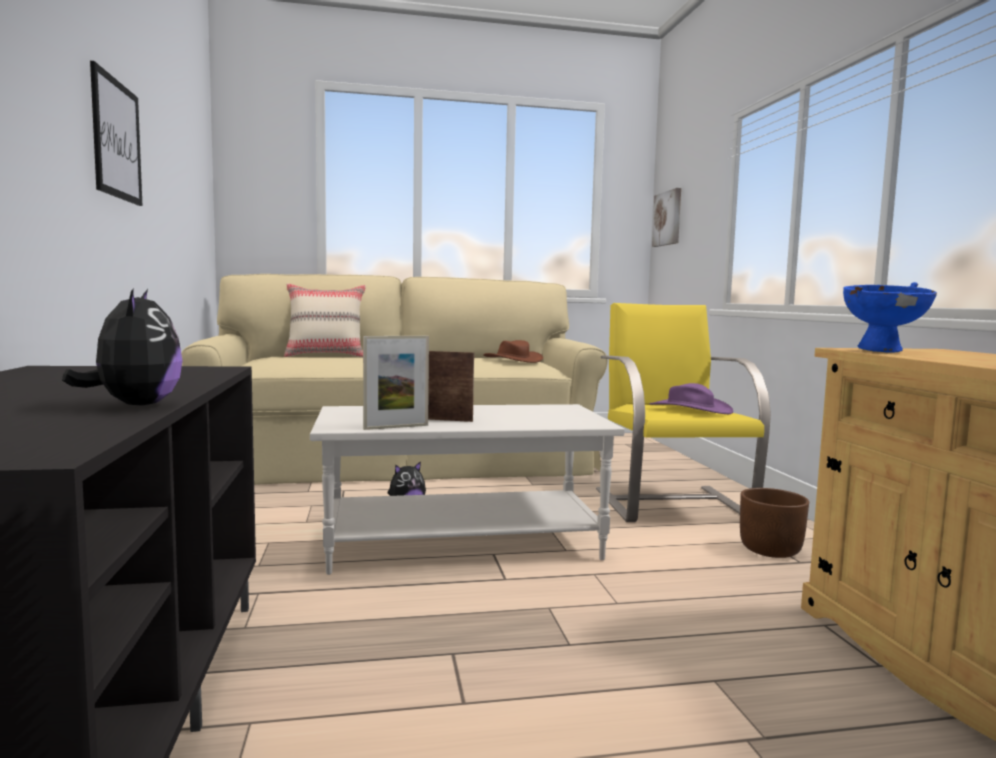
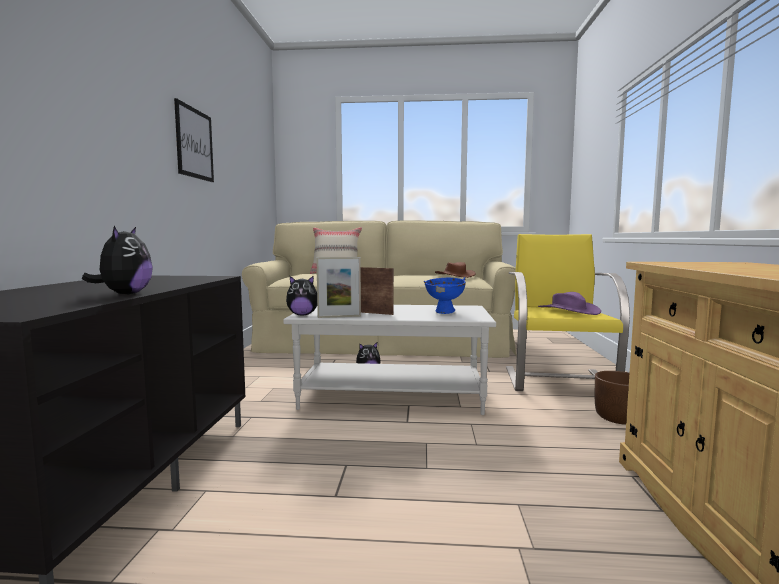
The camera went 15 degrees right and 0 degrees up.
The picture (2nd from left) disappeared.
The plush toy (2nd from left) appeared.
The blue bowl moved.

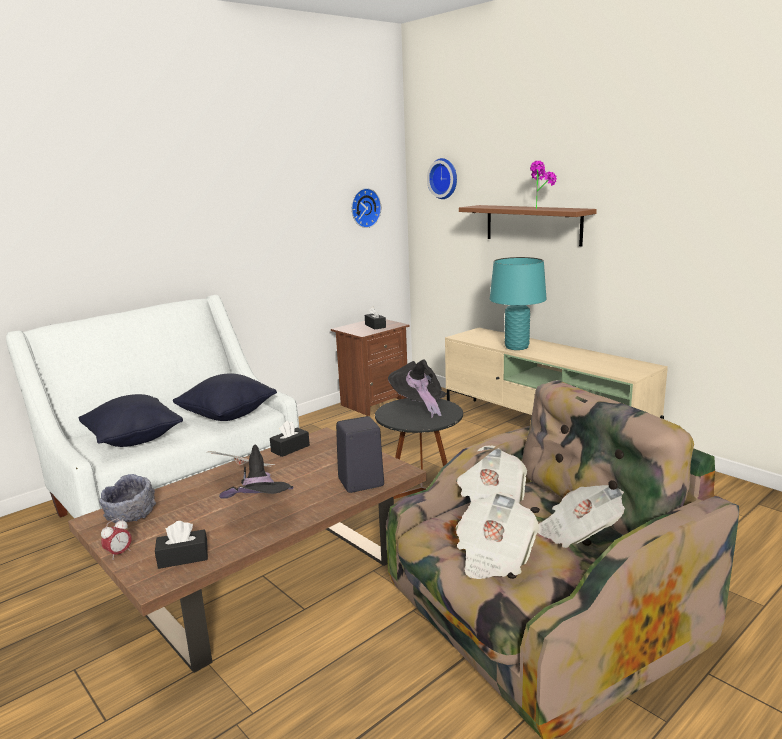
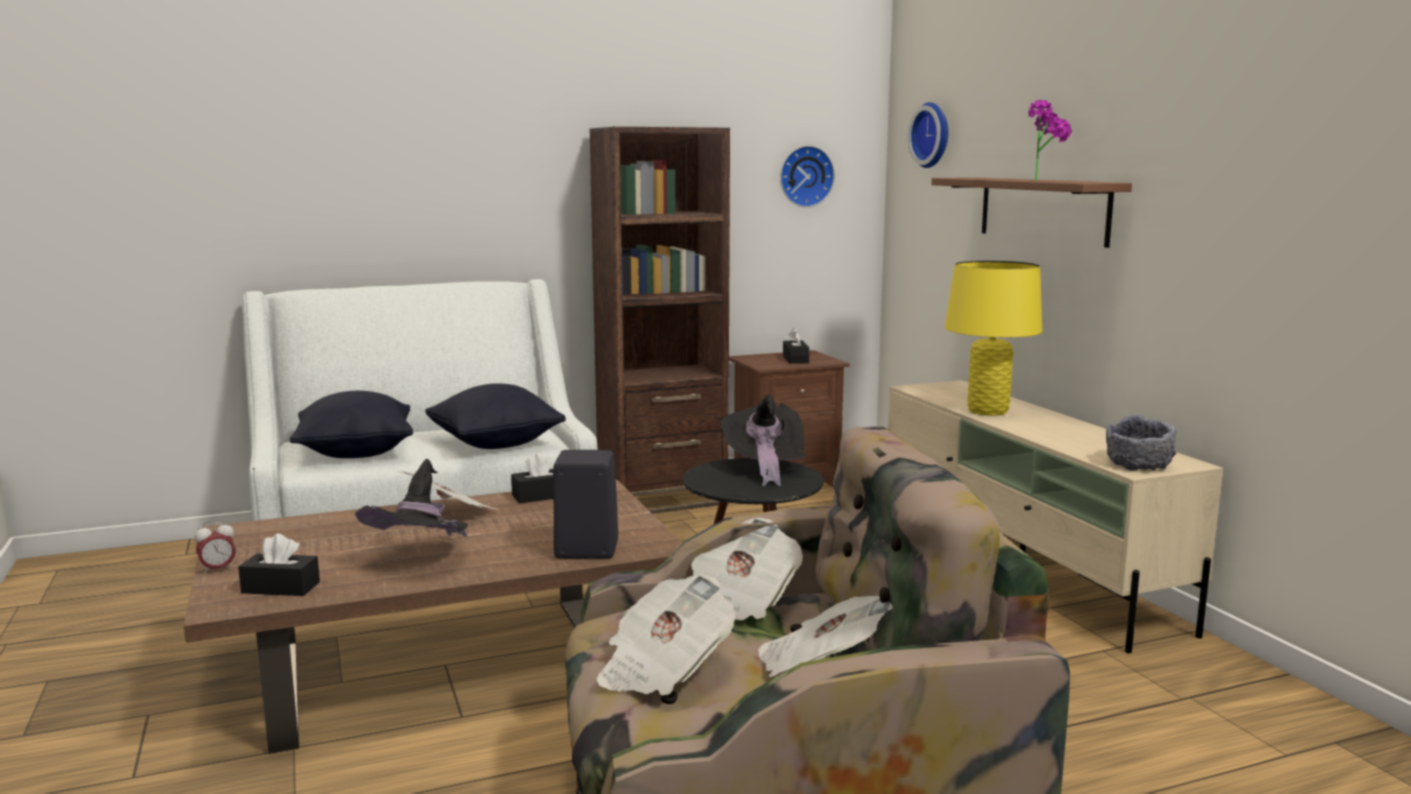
The camera went 20 degrees right and 5 degrees down.
The brown bookcase appeared.
The grey bowl moved.
The turquoise table lamp became the yellow table lamp.

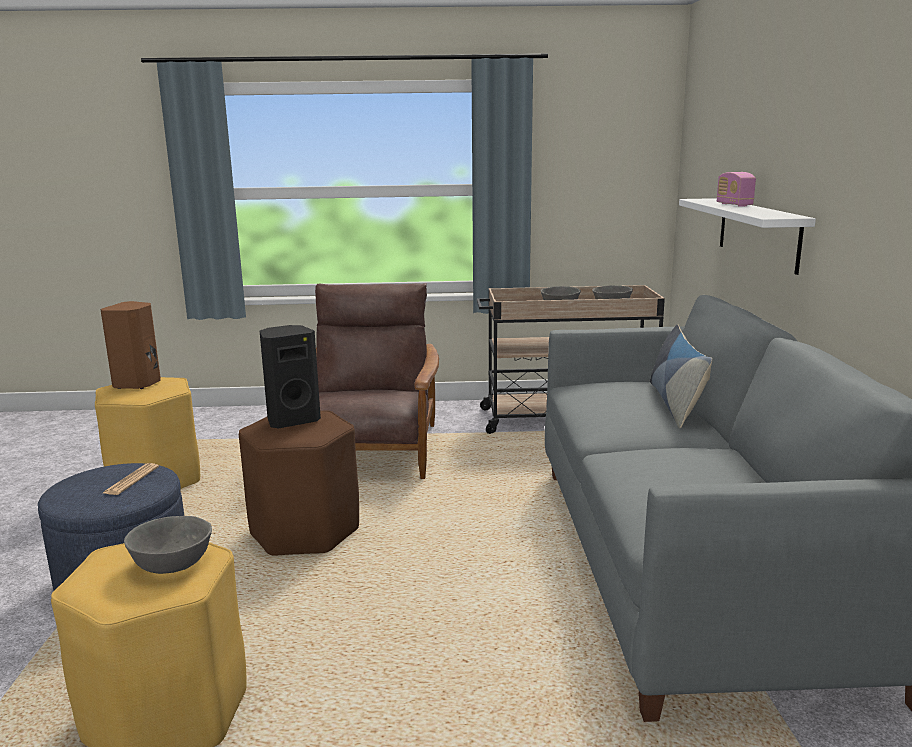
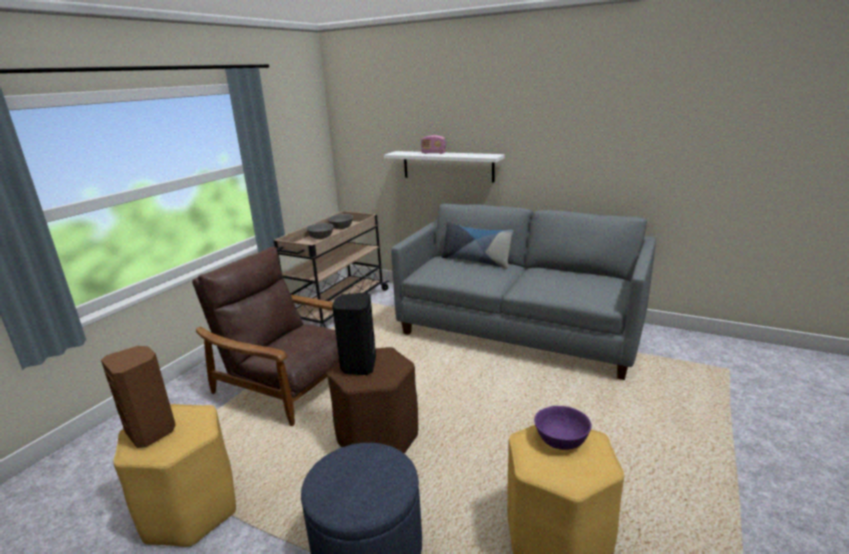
The camera went 60 degrees left and 5 degrees up.
The newspaper disappeared.
The grey bowl (1st from left) became the purple bowl.

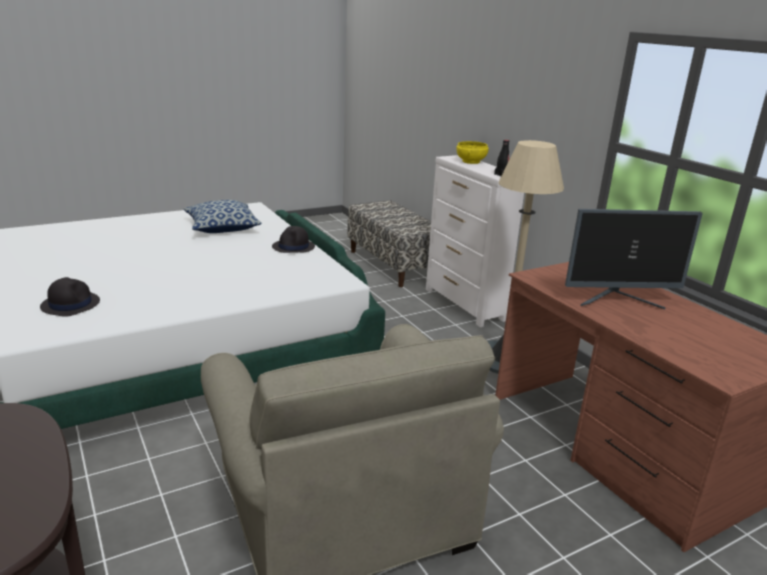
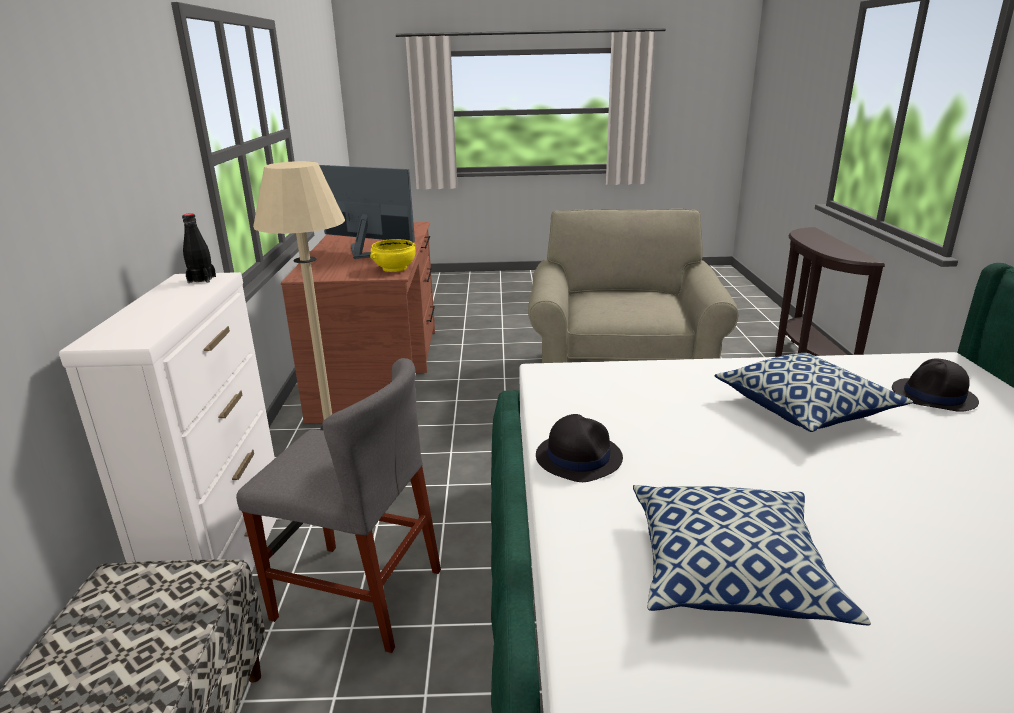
The camera went 150 degrees left and 0 degrees up.
The grey chair appeared.
The pillow (2nd from left) appeared.
The yellow bowl moved.

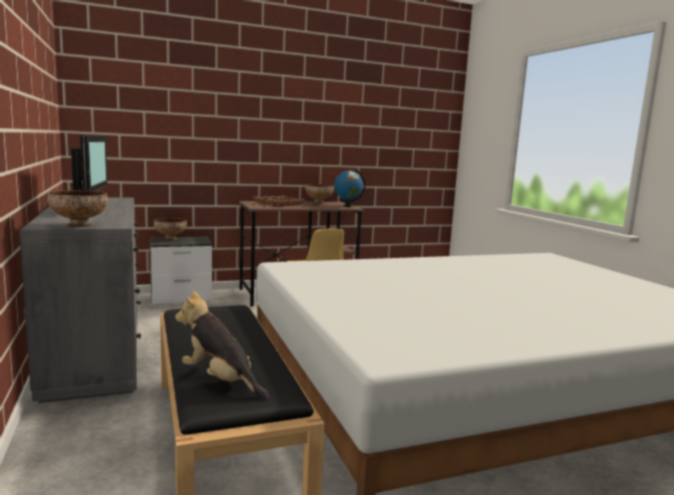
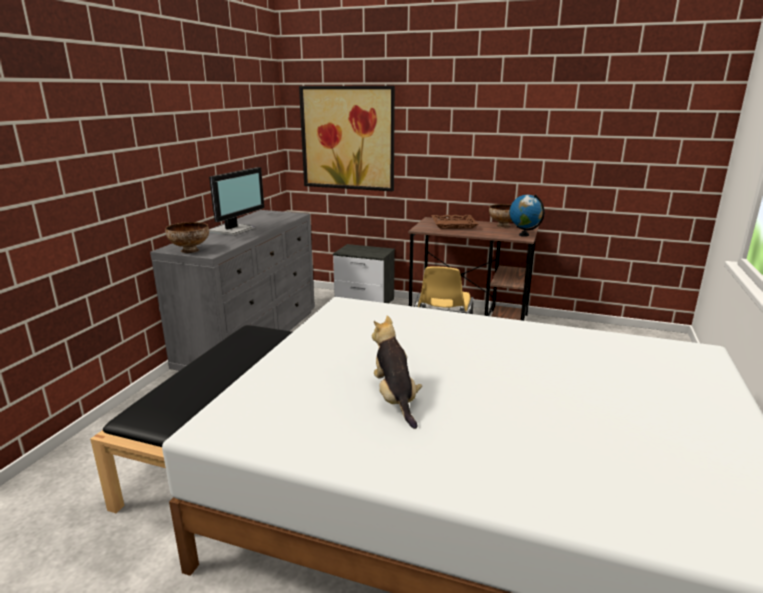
The camera went 40 degrees right and 10 degrees up.
The bowl (2nd from left) disappeared.
The picture appeared.
The plush toy moved.

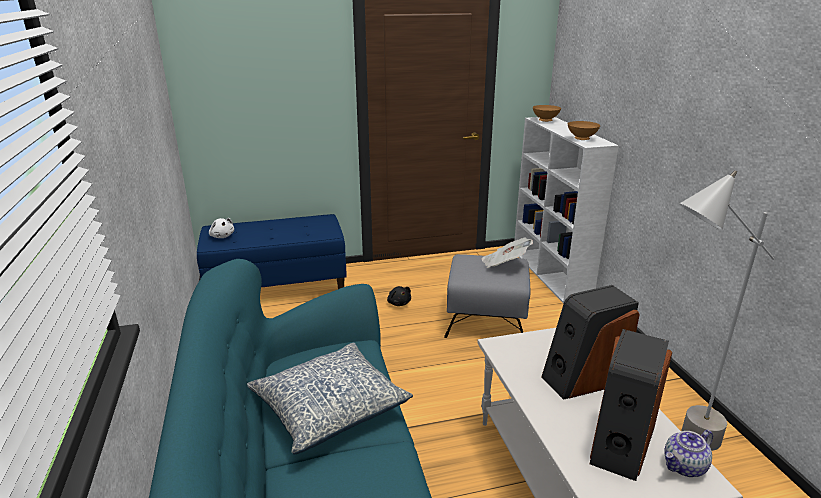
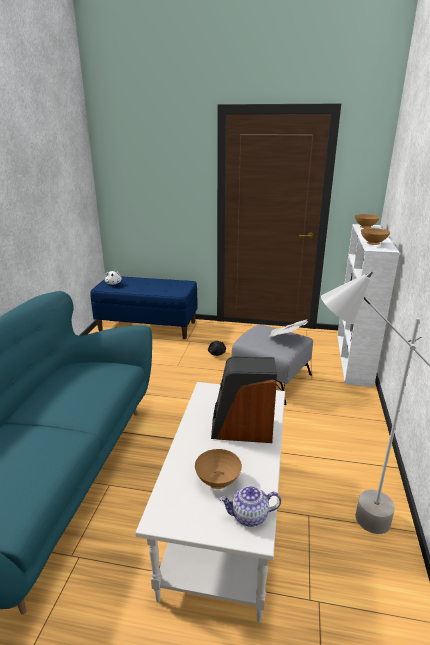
The camera went 25 degrees right and 0 degrees up.
The pillow disappeared.
The speaker (2nd from left) was replaced by the brown bowl (1st from left).

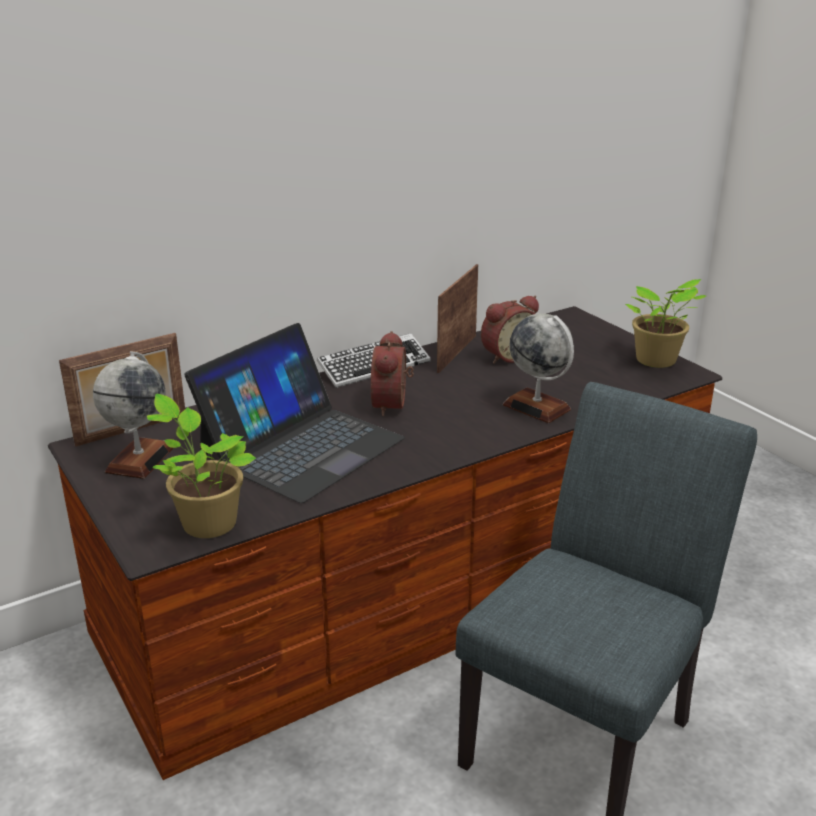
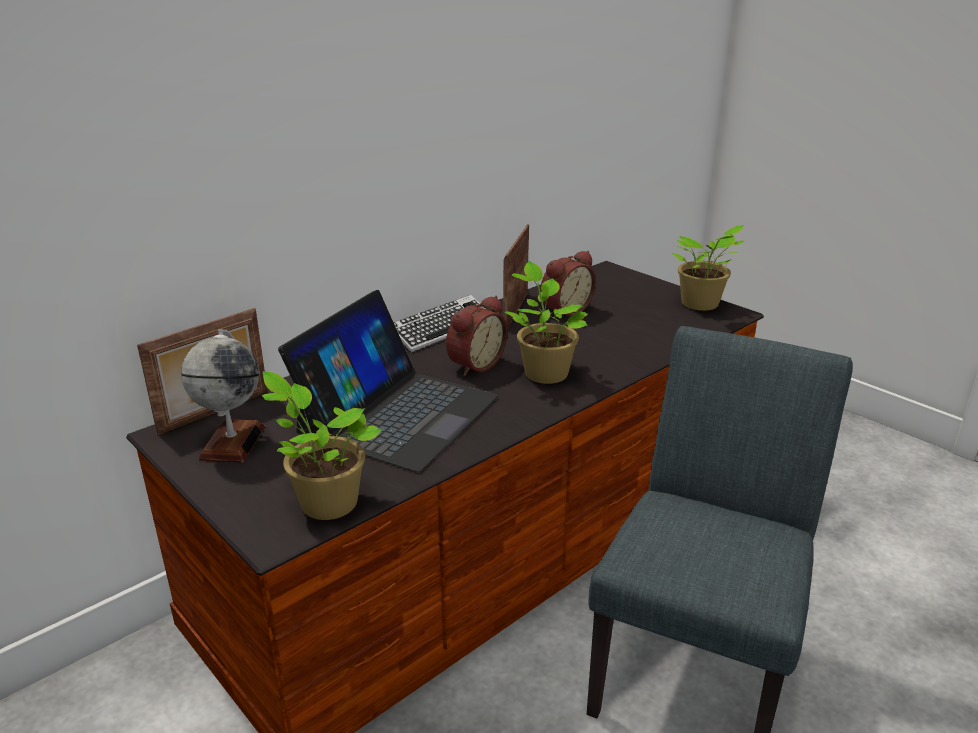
The camera went 10 degrees left and 0 degrees up.
The globe (2nd from left) disappeared.
The potted plant (2nd from left) appeared.
The alarm clock (1st from left) turned 135 degrees counterclockwise.

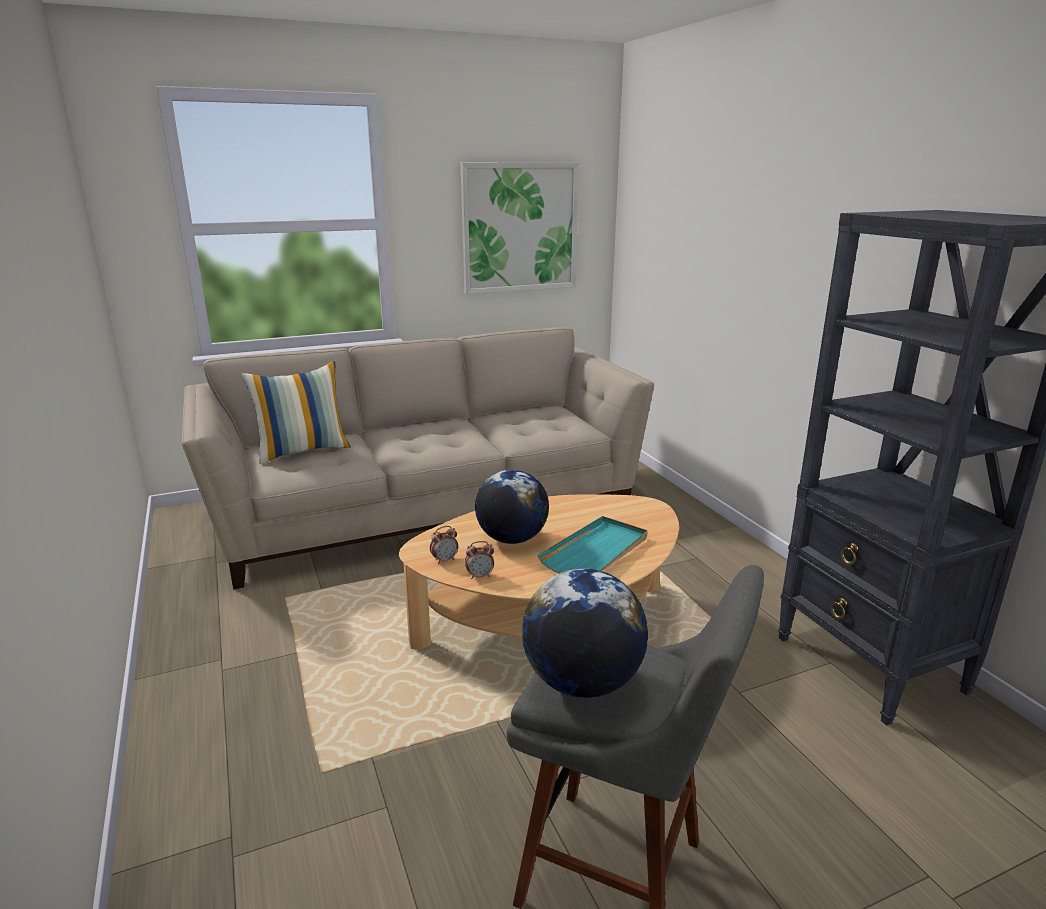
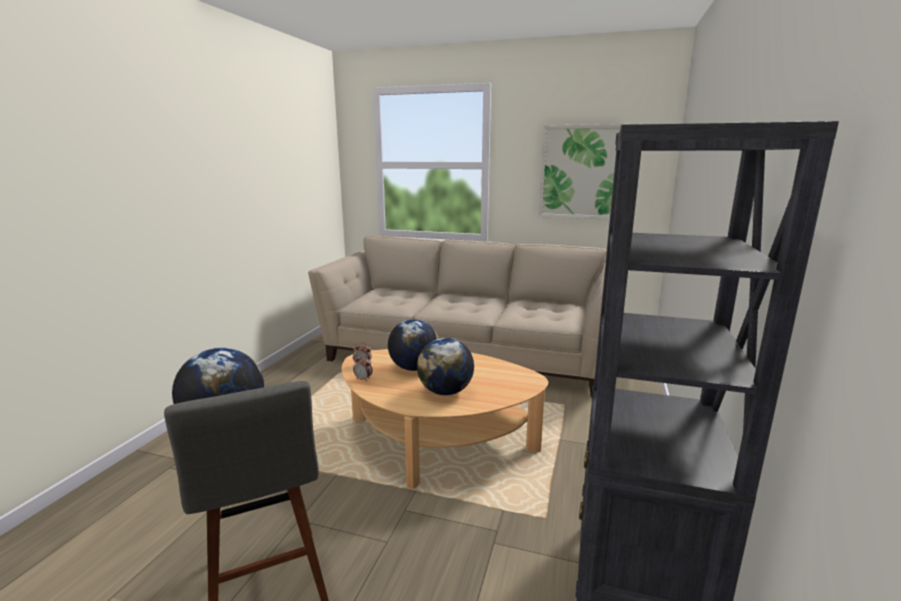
The camera went 40 degrees right and 5 degrees down.
The pillow disappeared.
The turquoise tray was replaced by the globe (3rd from left).

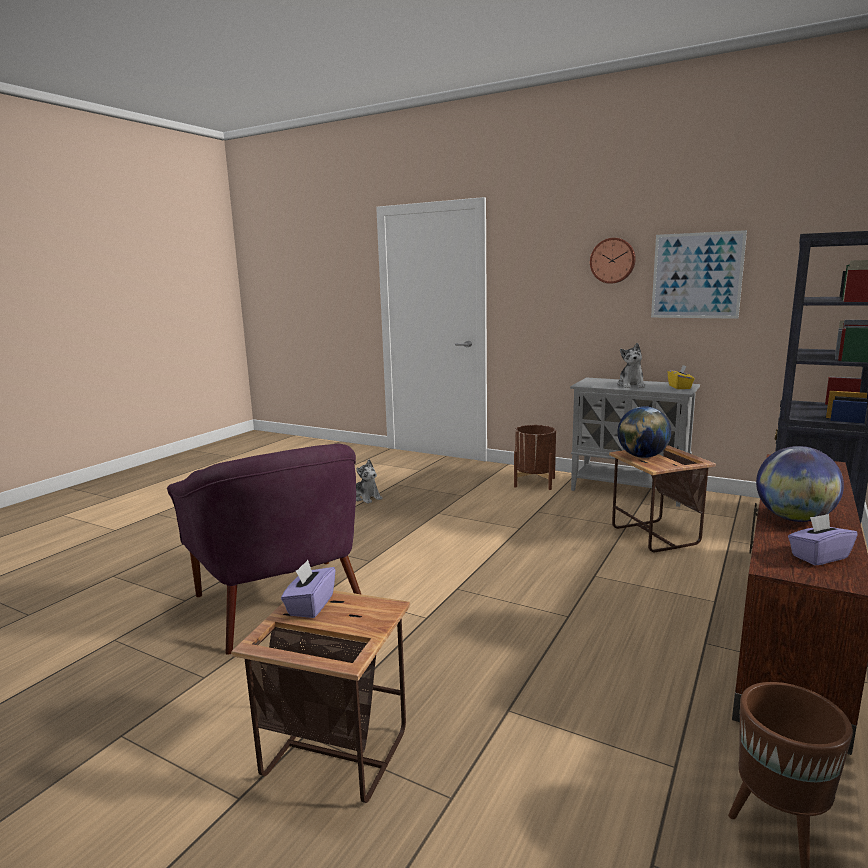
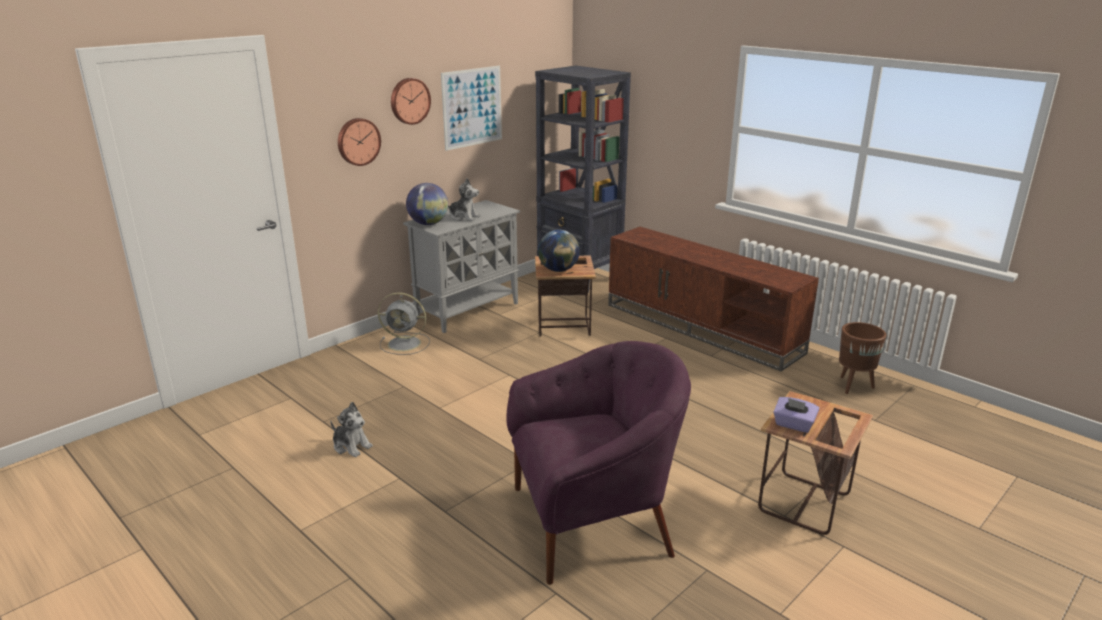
The camera went 75 degrees left and 10 degrees up.
The yellow tissue box disappeared.
The purple tissue box (2nd from left) disappeared.
The wall clock (1st from left) appeared.
The globe (2nd from left in the first image) moved.
The brown planter (1st from left) was replaced by the grey fan.
The plush toy (1st from left) turned 60 degrees clockwise.

